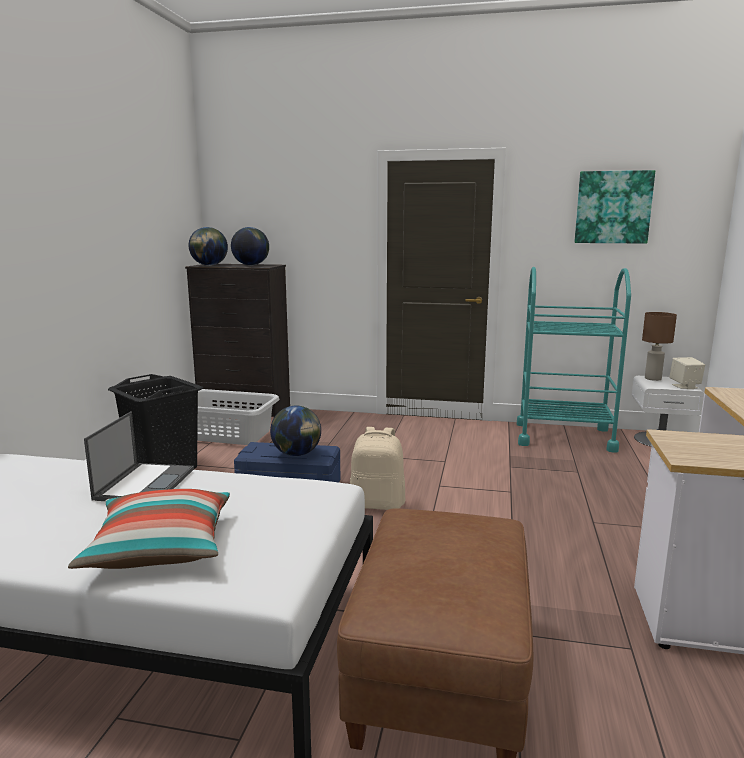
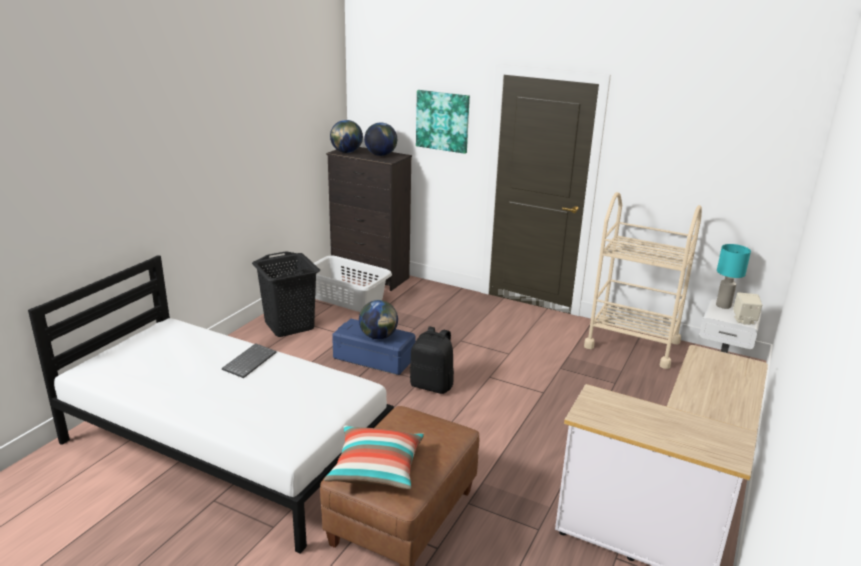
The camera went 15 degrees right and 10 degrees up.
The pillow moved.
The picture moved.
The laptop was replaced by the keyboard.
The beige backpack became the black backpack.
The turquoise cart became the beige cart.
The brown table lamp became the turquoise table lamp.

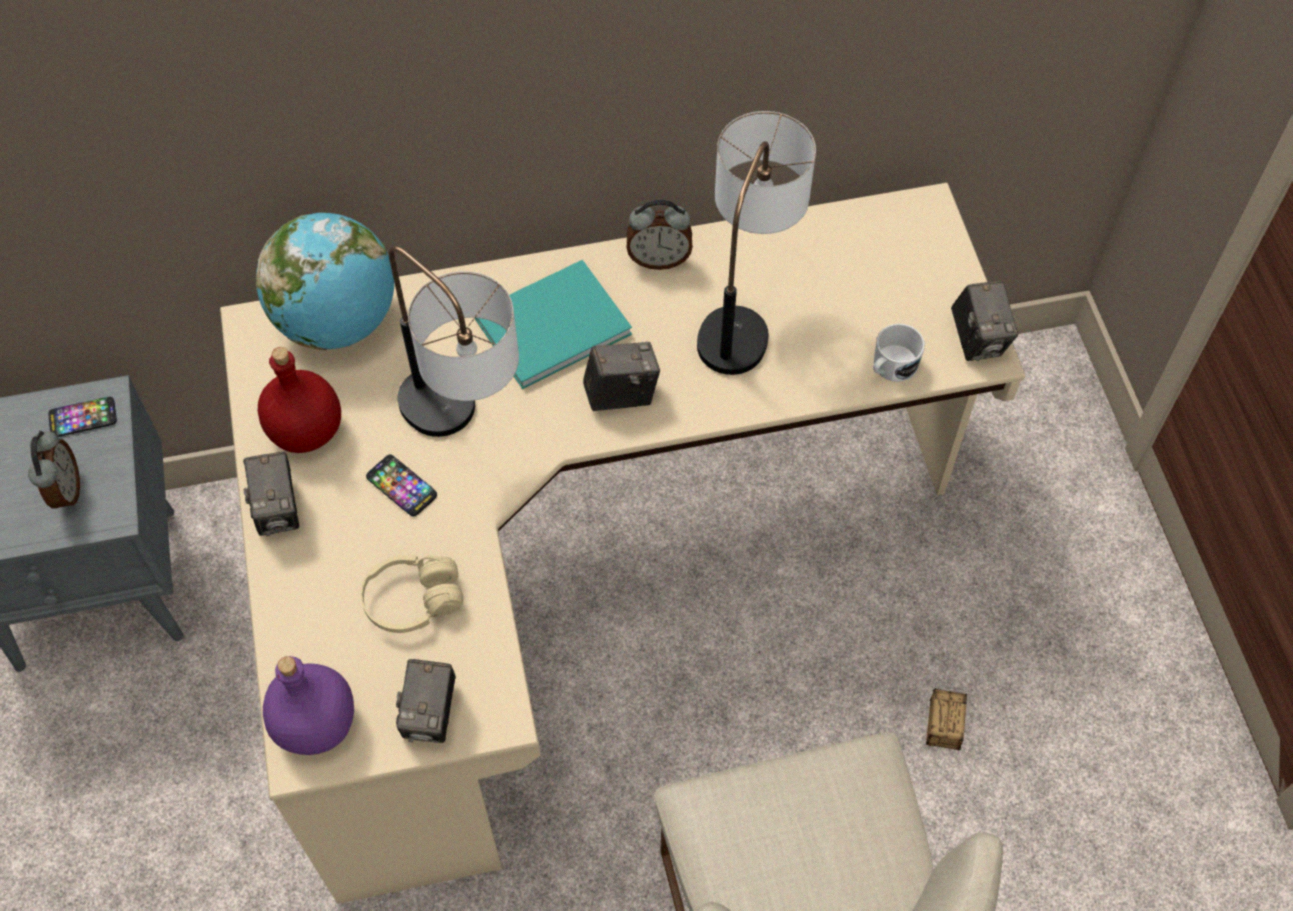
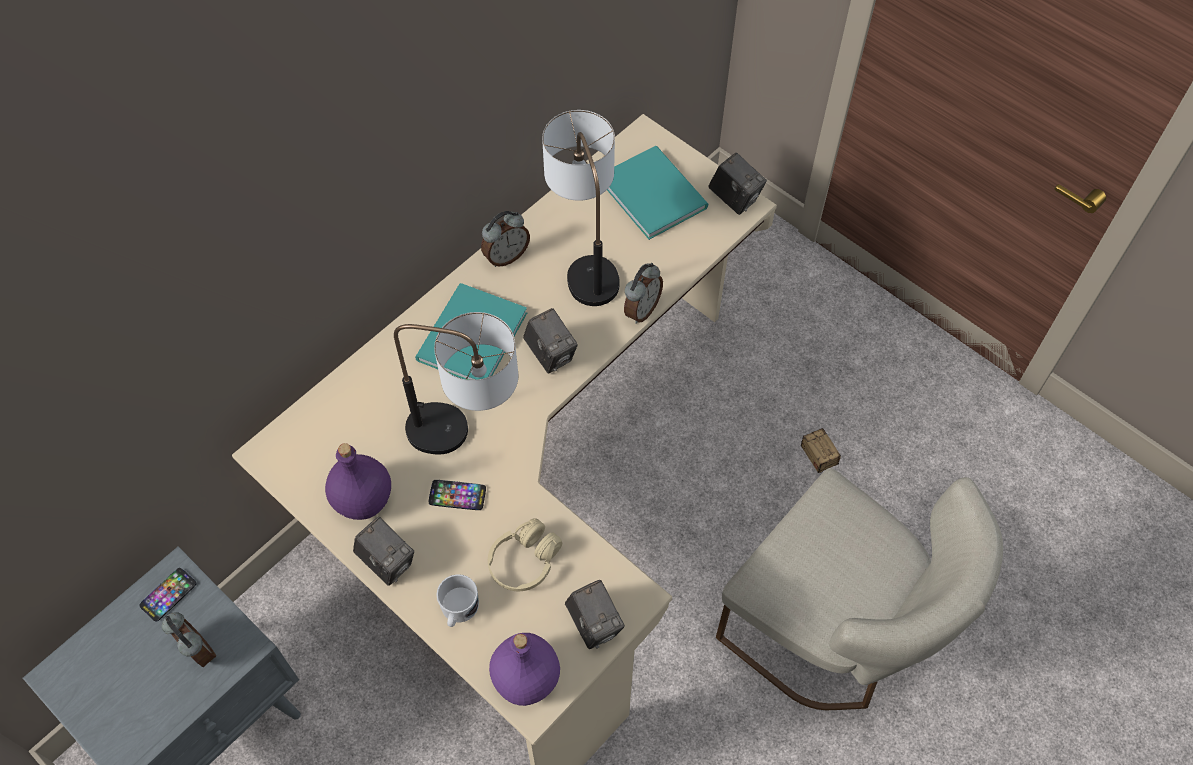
The camera went 35 degrees left and 0 degrees up.
The globe disappeared.
The turquoise book (2nd from left) appeared.
The alarm clock (3rd from left) appeared.
The white mug moved.
The red bottle became the purple bottle (1st from left).
The photo camera (3rd from left in the first image) turned 105 degrees clockwise.

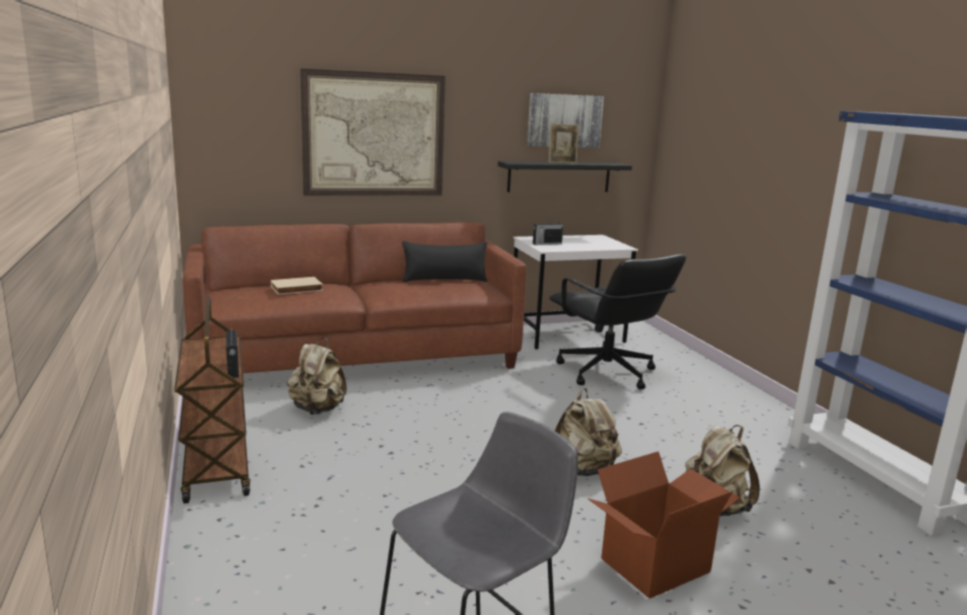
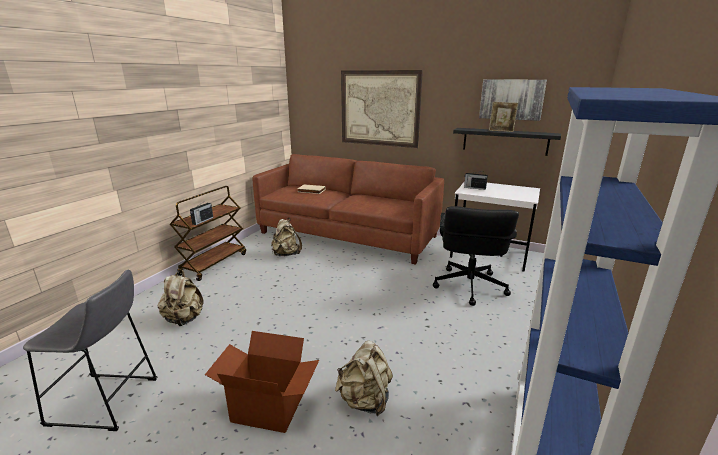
The camera went 45 degrees right and 5 degrees up.
The black pillow disappeared.
The beige backpack (2nd from left in the first image) moved.

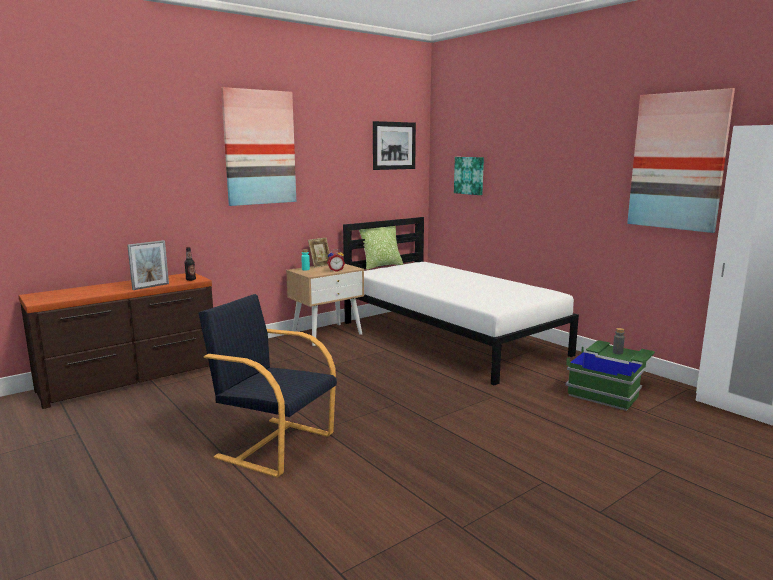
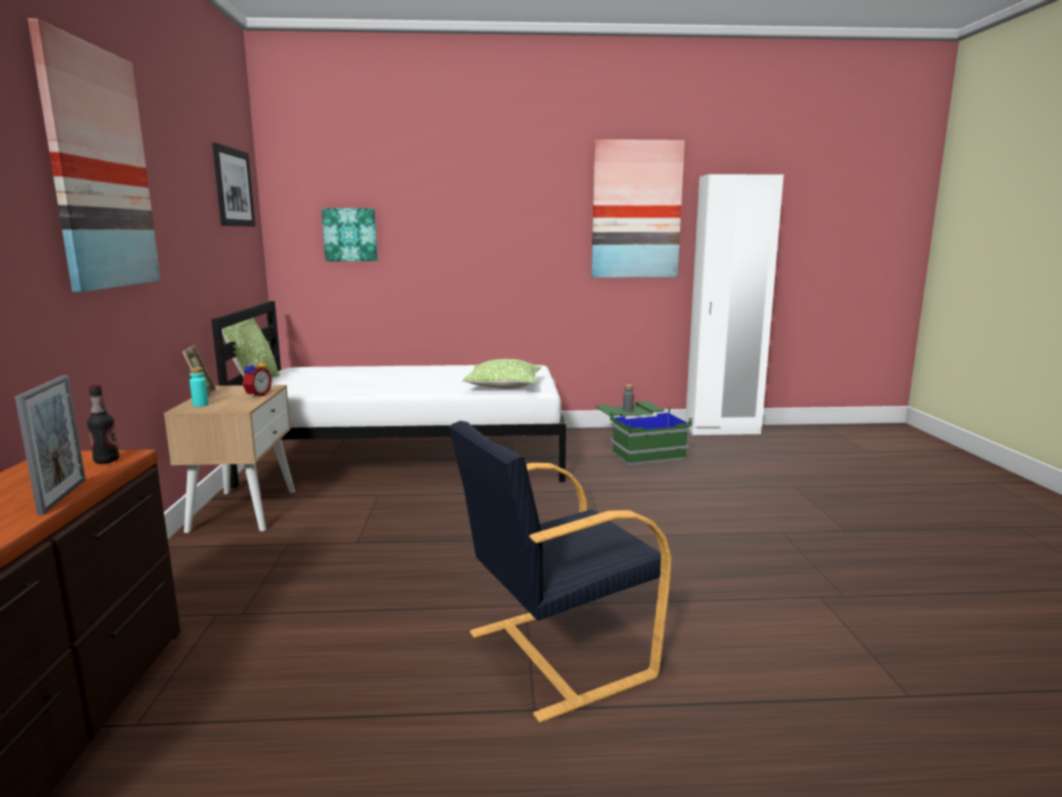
The camera went 55 degrees left and 0 degrees up.
The pillow (2nd from left) appeared.

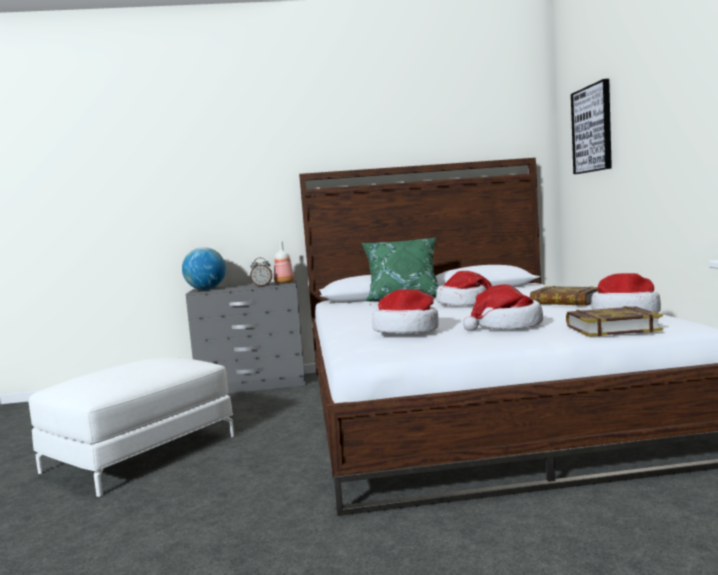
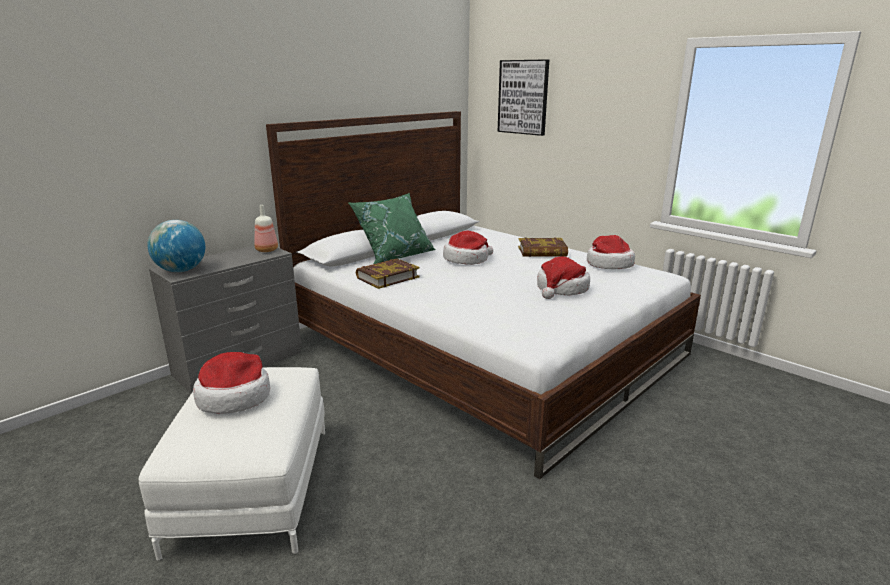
The camera went 40 degrees left and 15 degrees up.
The alarm clock disappeared.
The hat (1st from left) moved.
The book (2nd from left in the first image) moved.

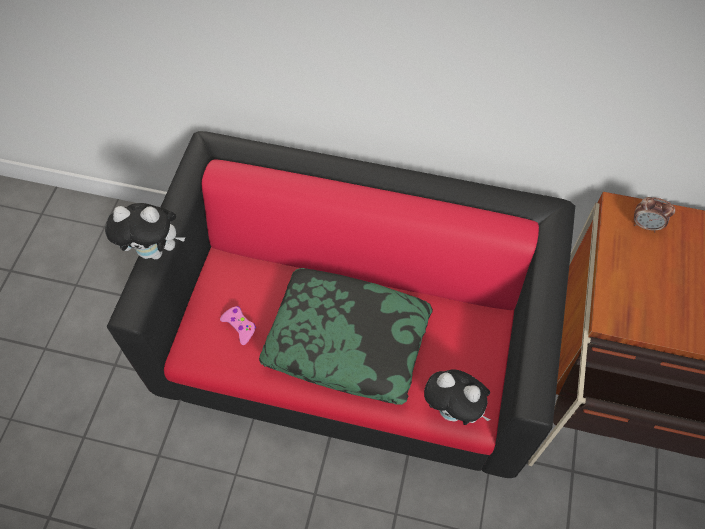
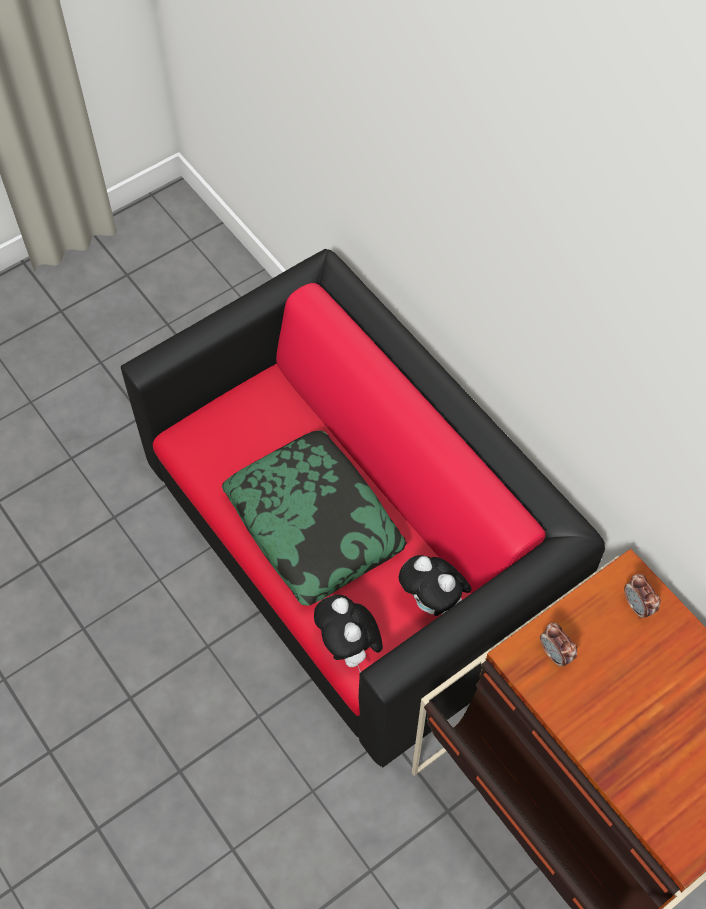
The camera went 40 degrees right and 0 degrees up.
The pink game controller disappeared.
The alarm clock (1st from left) appeared.
The plush toy (1st from left in the first image) moved.

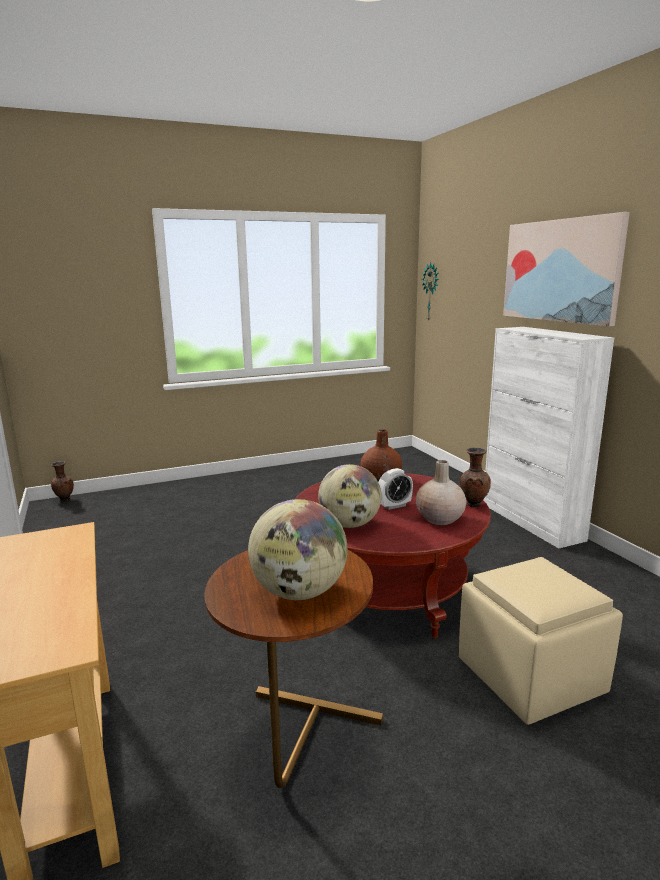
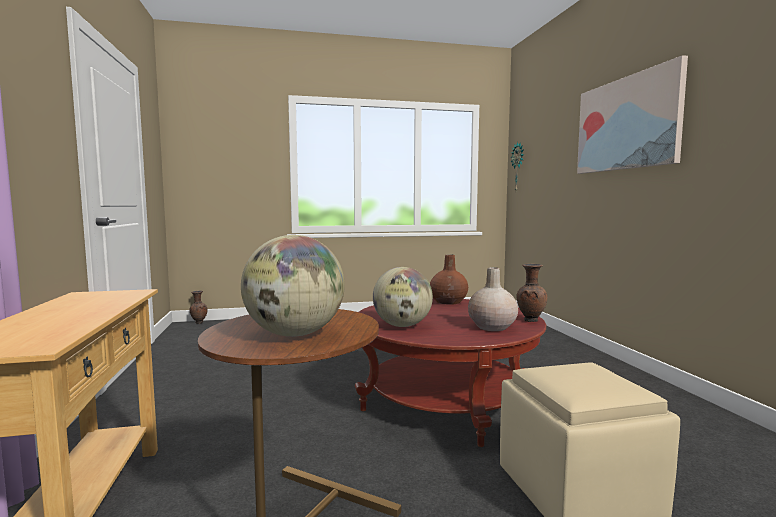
The camera went 10 degrees right and 10 degrees down.
The alarm clock disappeared.
The white cabinet disappeared.

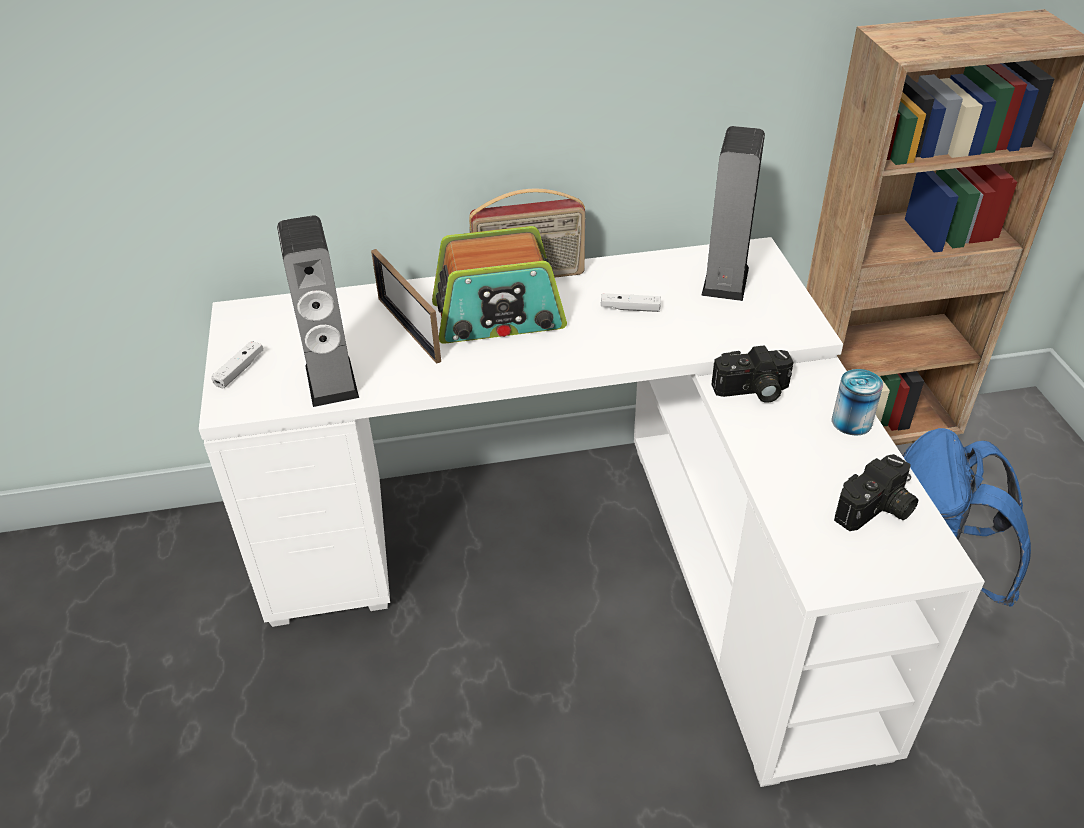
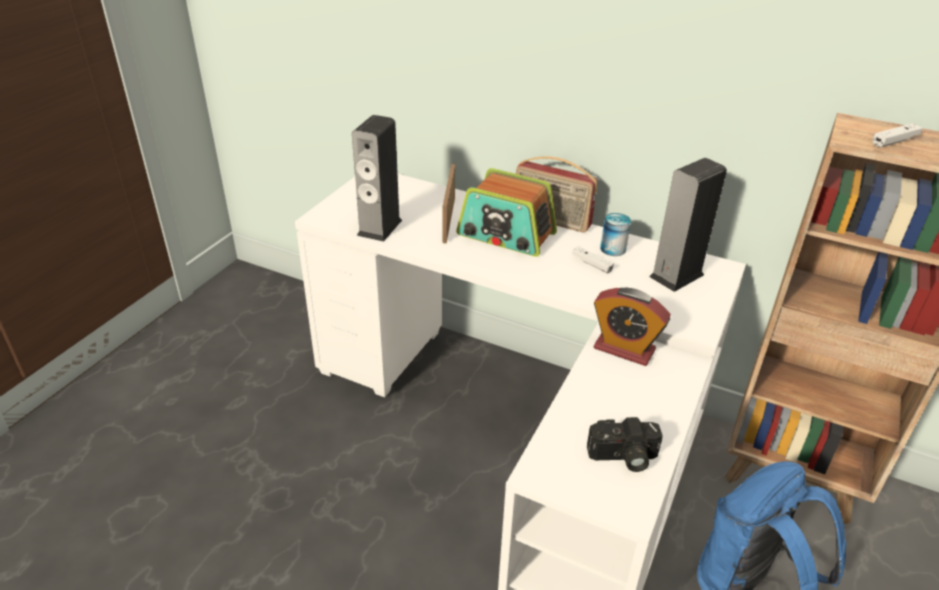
The camera went 35 degrees right and 5 degrees down.
The white game controller (1st from left in the first image) moved.
The can moved.
The photo camera (1st from left) was replaced by the alarm clock.

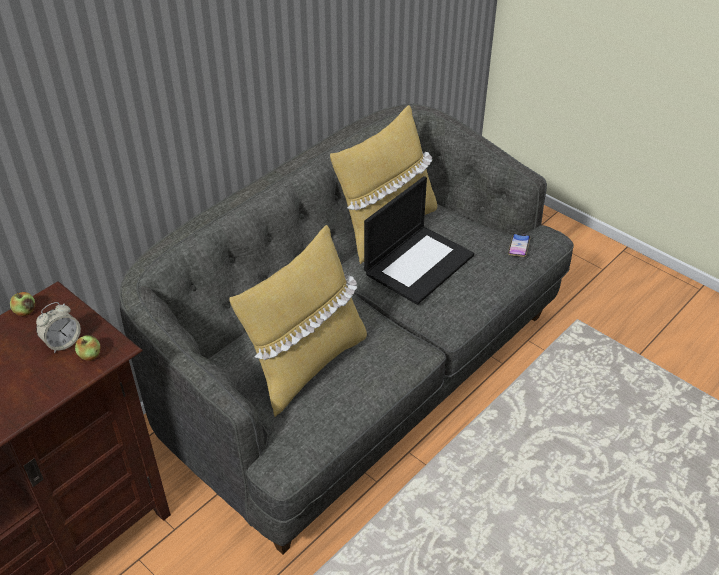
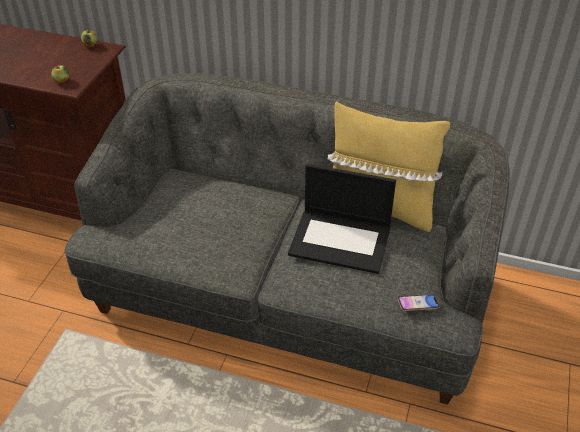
The camera went 65 degrees right and 0 degrees up.
The alarm clock disappeared.
The yellow pillow (1st from left) disappeared.

